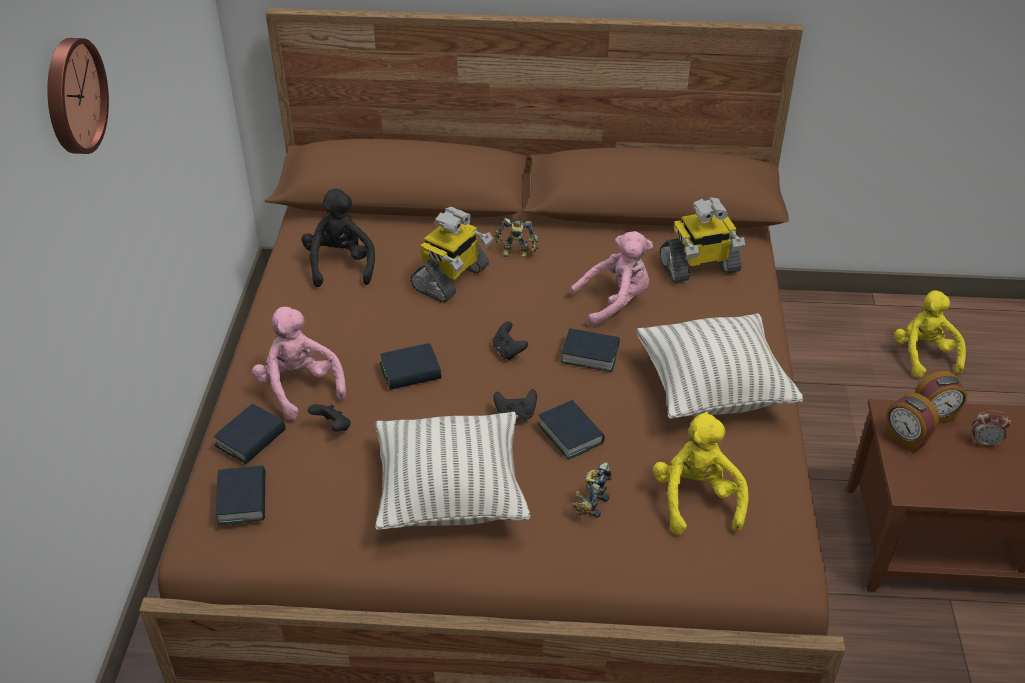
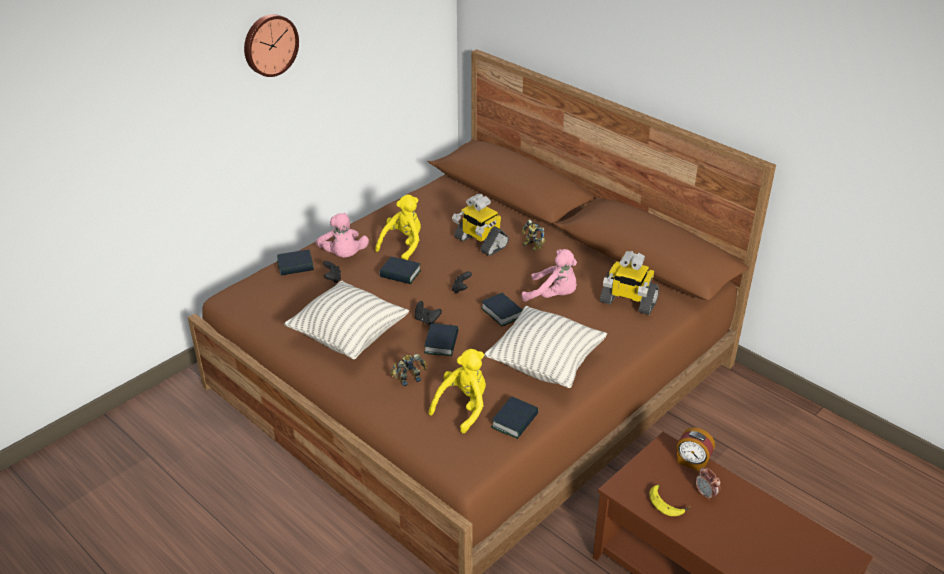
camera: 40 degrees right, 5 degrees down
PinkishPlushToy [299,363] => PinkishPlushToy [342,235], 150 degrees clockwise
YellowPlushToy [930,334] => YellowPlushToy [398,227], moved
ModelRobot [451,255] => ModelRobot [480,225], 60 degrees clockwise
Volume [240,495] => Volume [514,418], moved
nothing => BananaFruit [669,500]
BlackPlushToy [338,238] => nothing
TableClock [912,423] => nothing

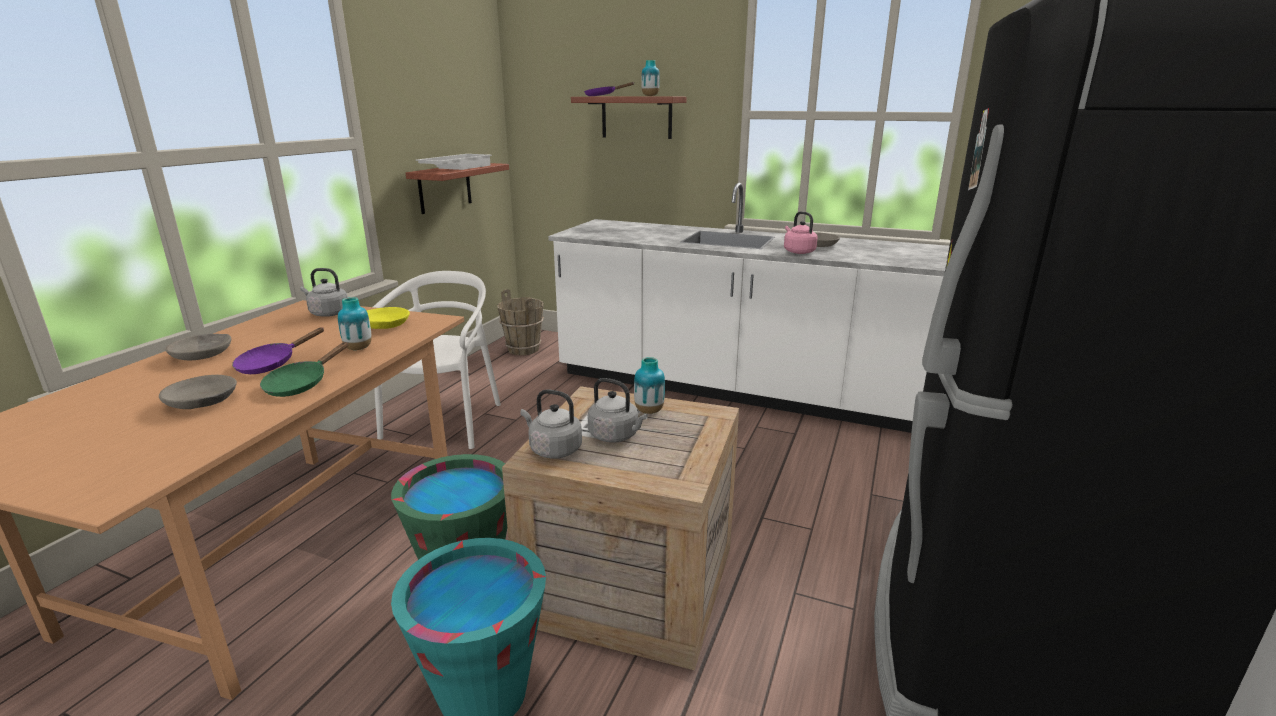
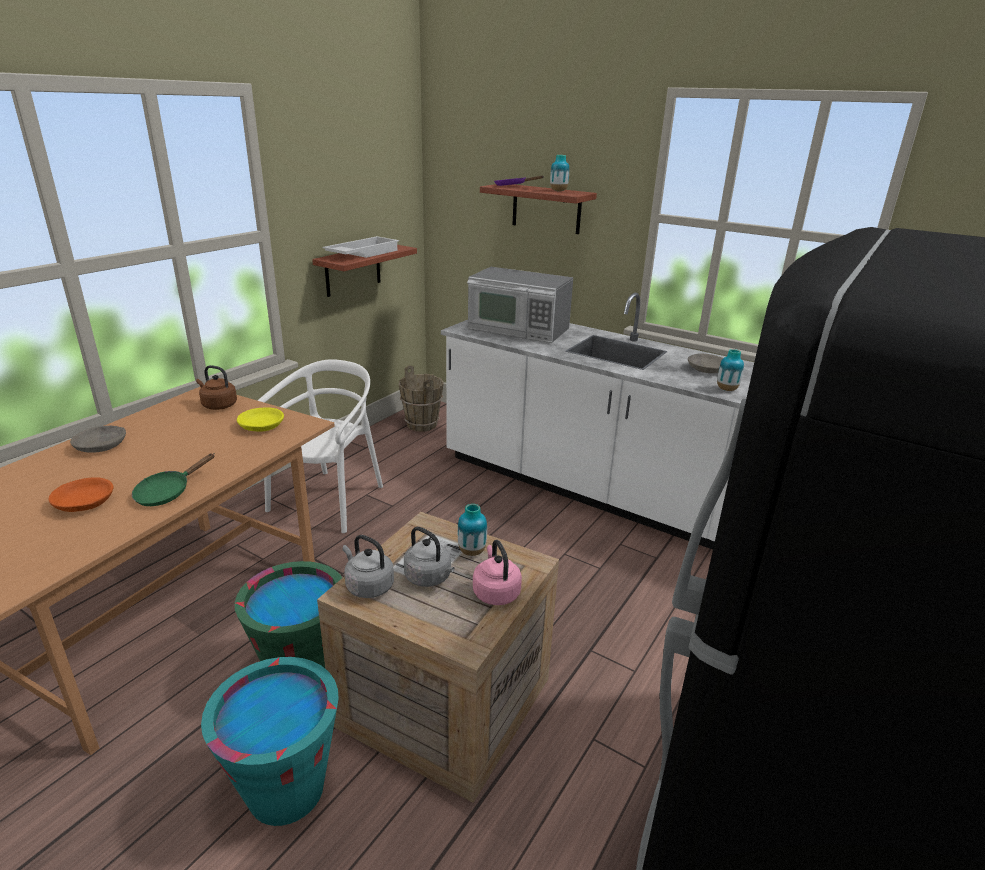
camera: 10 degrees right, 5 degrees up
GreyishBowl [198,392] => OrangeBowl [81,494]
GreyishKettle [324,292] => BrownKettle [216,387]
nothing => KitchenMicrowave [520,305]
PinkishKettle [801,232] => PinkishKettle [497,572], moved
FlowerVase [355,323] => FlowerVase [730,370], moved
PurpleSkillet [278,350] => nothing

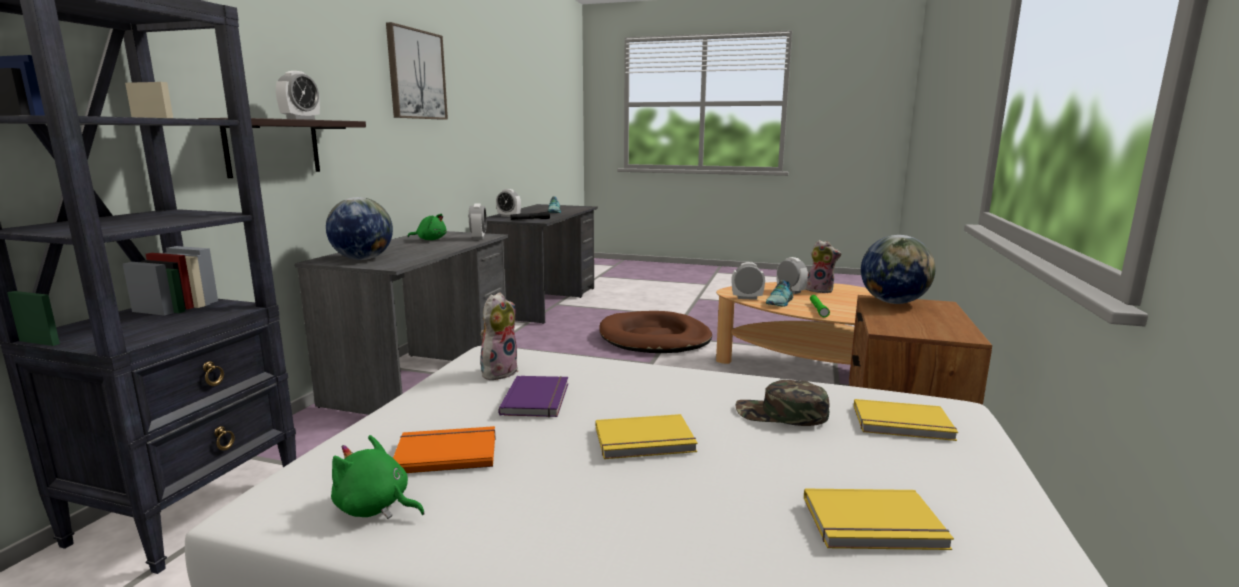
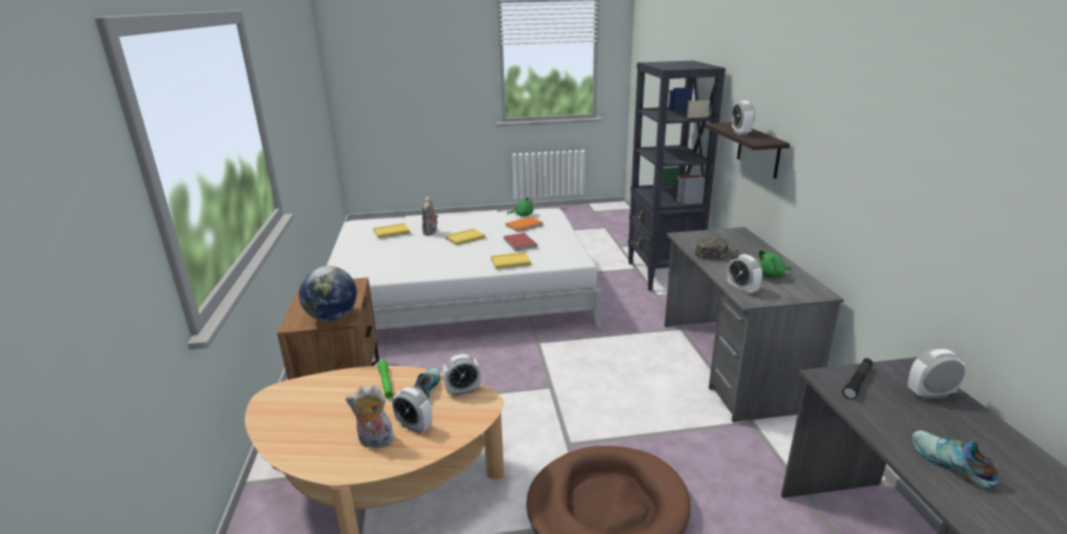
camera: 155 degrees right, 10 degrees up
PlushToy [499,336] => PlushToy [430,216], moved
YellowVolume [906,420] => YellowVolume [511,260], moved
PurpleVolume [533,396] => ReddishVolume [520,242]
GreenColouredPeakedCap [782,403] => GreenColouredPeakedCap [718,249], moved
Globe [359,228] => nothing
WallPicture [417,71] => nothing

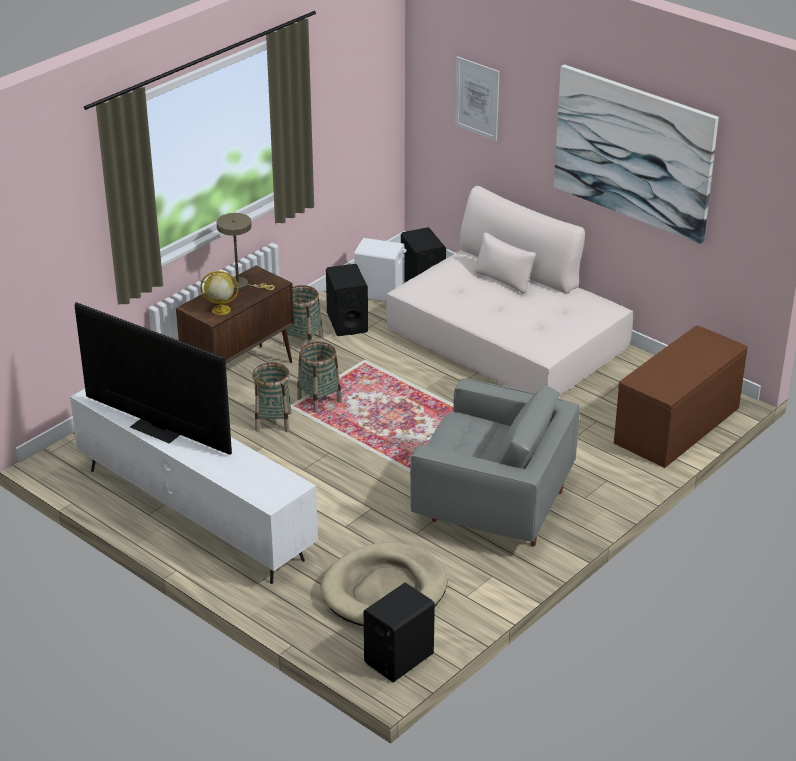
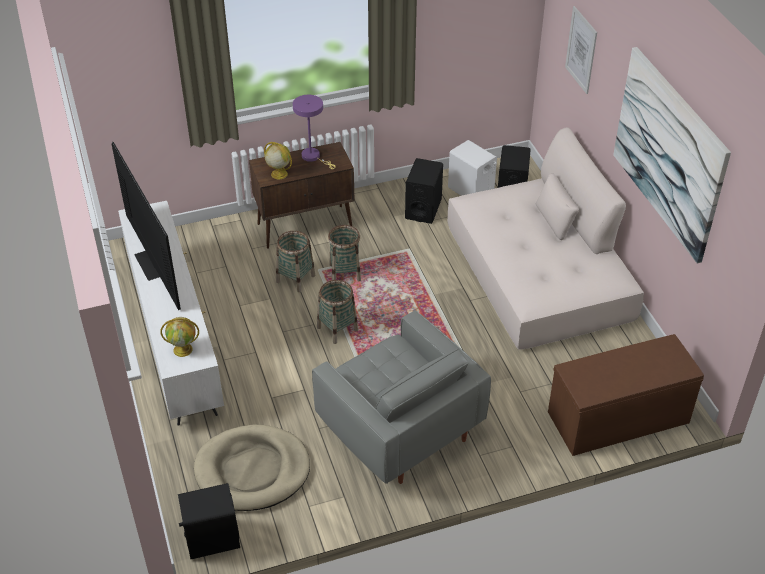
camera: 30 degrees right, 10 degrees up
nothing => Globe [179,337]
BeigeLampForATable [245,252] => PurpleLampForATable [314,132]
StorageBasket [303,316] => StorageBasket [337,312], moved

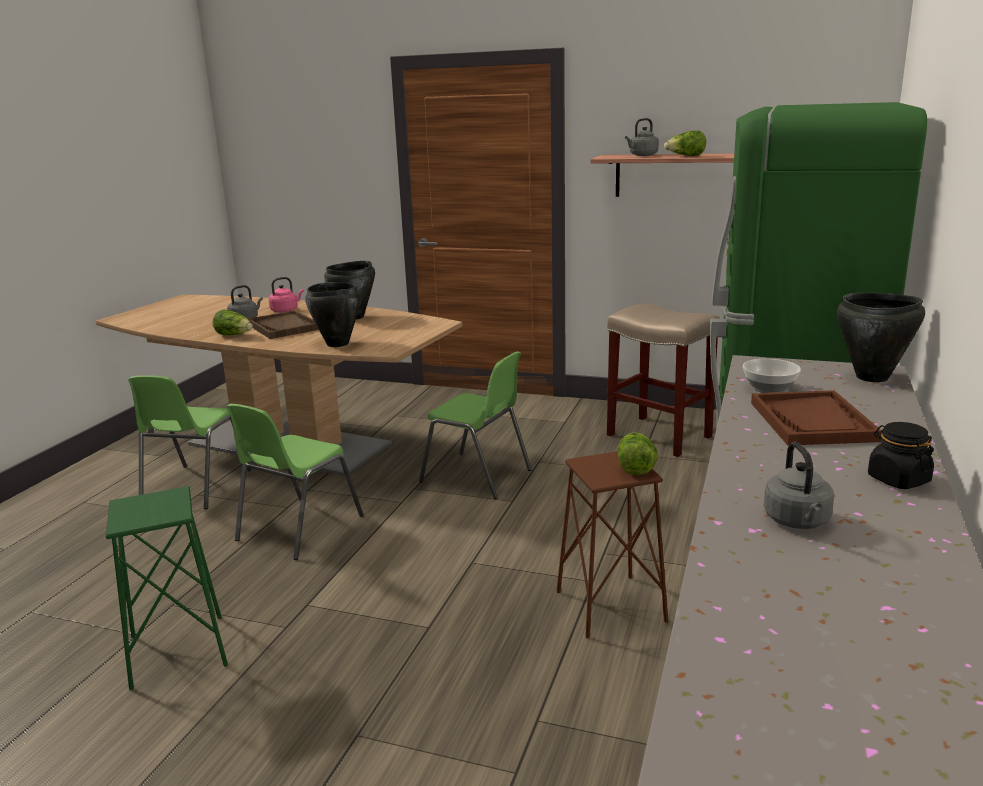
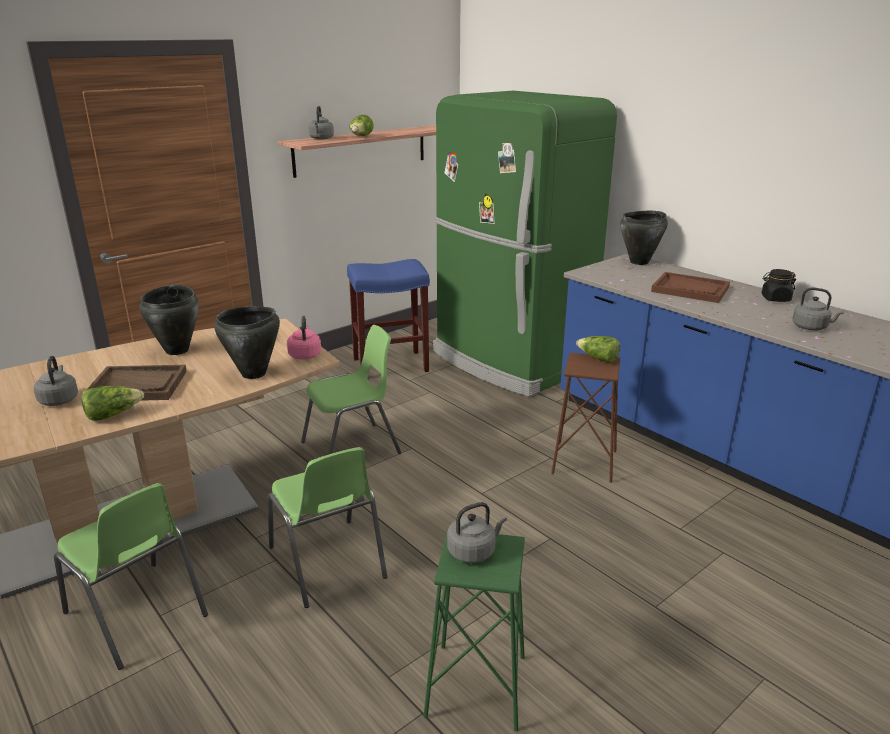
camera: 60 degrees left, 5 degrees up
PinkishKettle [286,295] => PinkishKettle [304,338], moved
BeigeStoolSeat [663,380] => BlueColouredStoolSeat [388,315]
nothing => GreyishKettle [477,532]
Bowl [772,376] => nothing

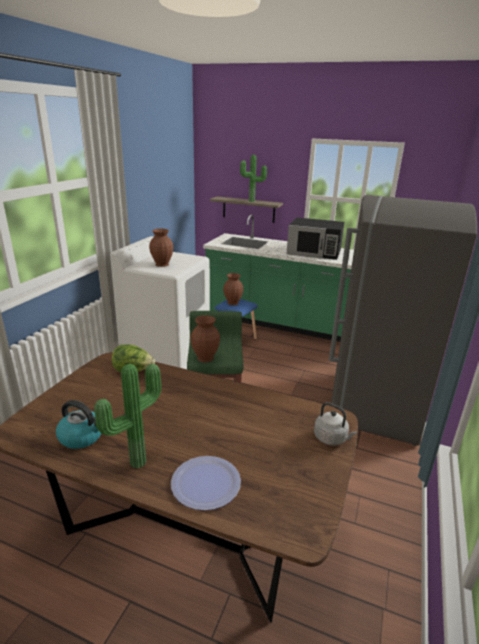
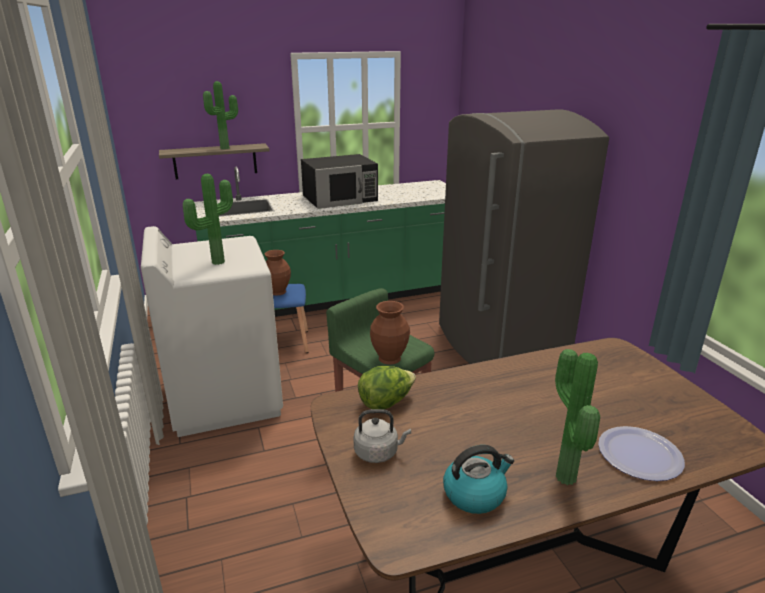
camera: 40 degrees left, 0 degrees up
BrownFlowerVase [161,248] => Houseplant [208,219]
GreyishKettle [335,424] => GreyishKettle [382,436], moved

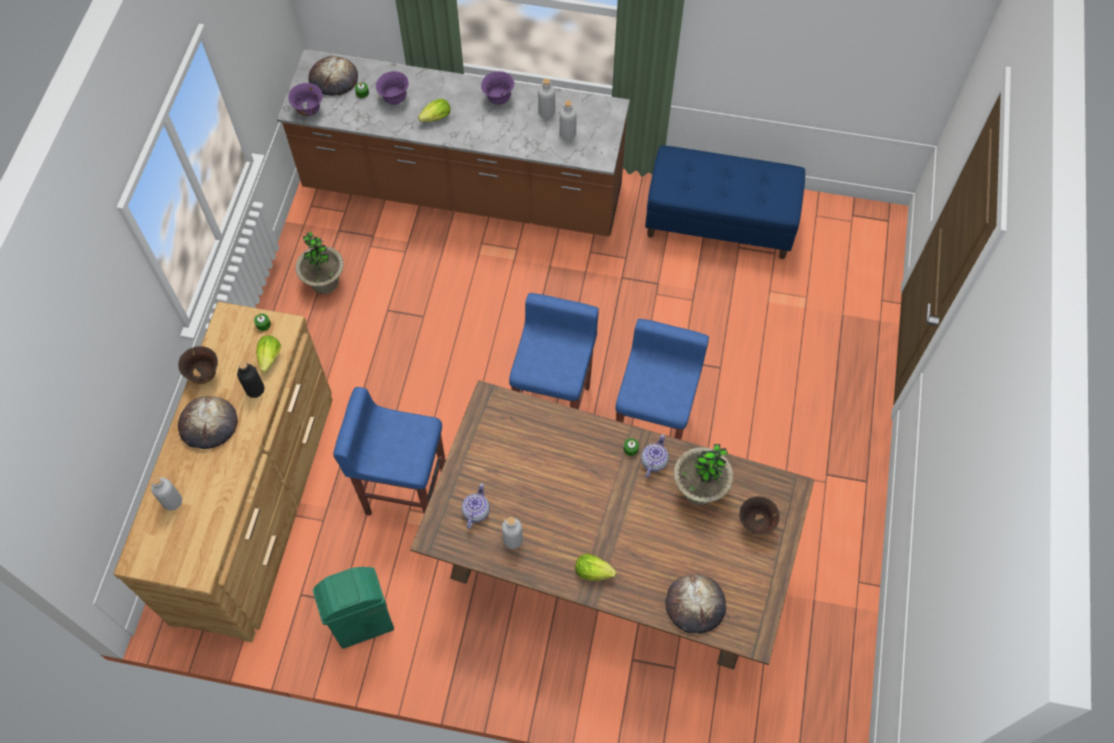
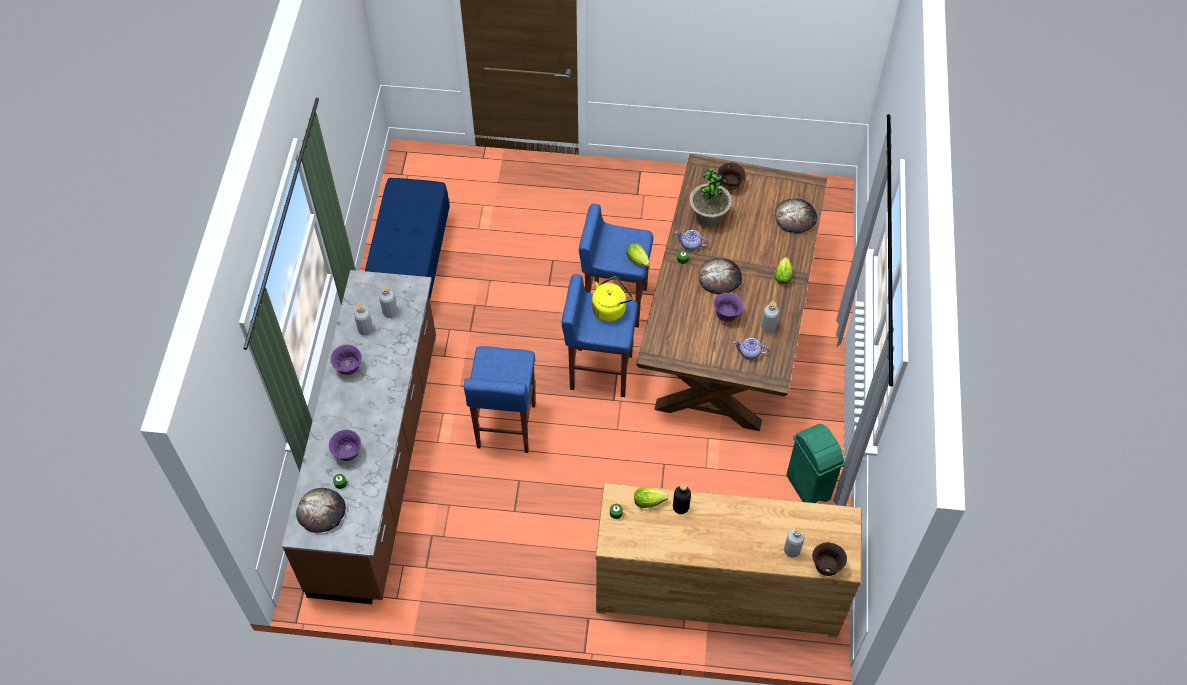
camera: 95 degrees left, 5 degrees down
BlueColouredStoolSeat [389,451] => BlueColouredStoolSeat [499,399], moved
nothing => YellowKettle [612,299]
HeadOfLettuce [434,110] => HeadOfLettuce [638,255], moved
Bread [208,423] => Bread [720,276], moved
PurpleBowl [305,99] => PurpleBowl [728,307], moved
BrownBowl [198,365] => BrownBowl [829,559], moved
Houseplant [319,263] => nothing

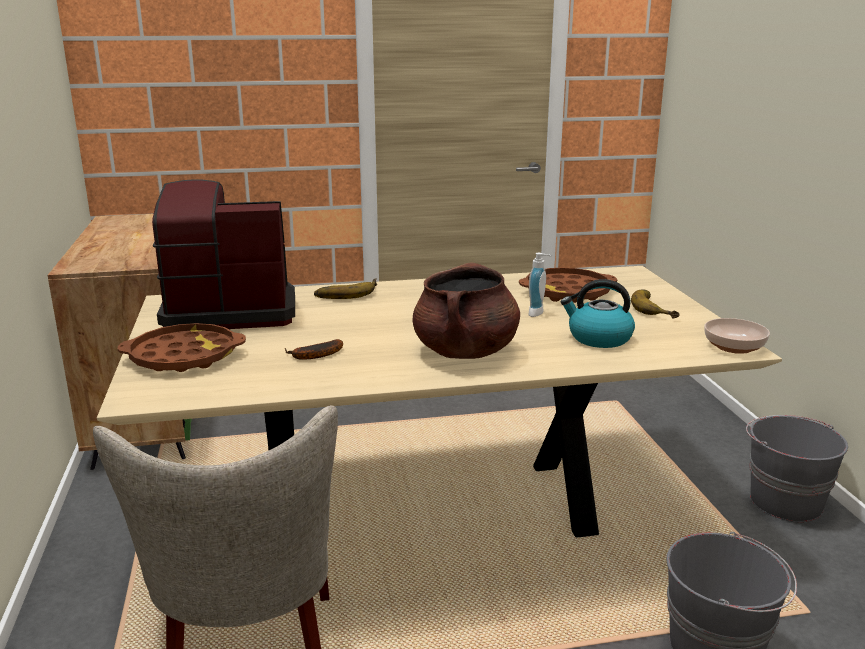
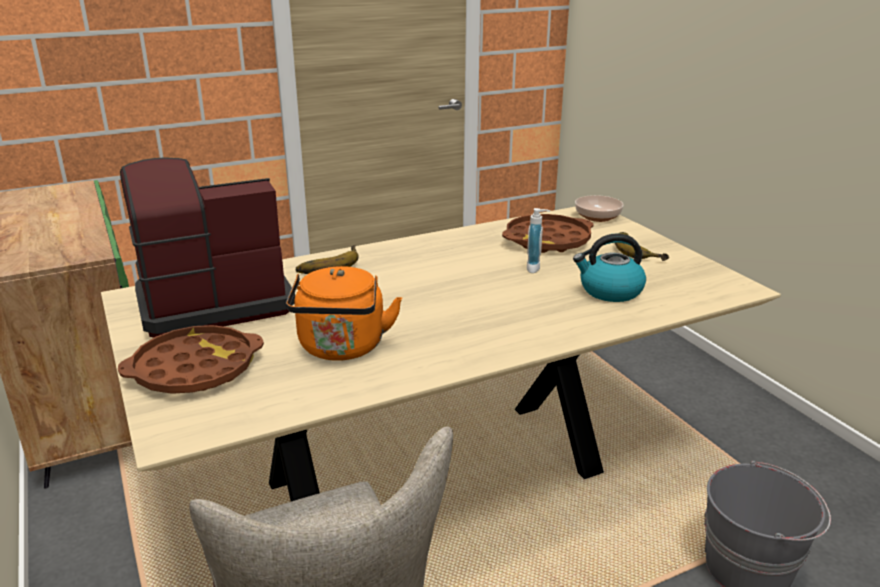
camera: 15 degrees left, 5 degrees up
BananaFruit [314,349] => OrangeKettle [344,313]
Bowl [737,336] => Bowl [599,208], moved
BrownCookingPot [466,310] => nothing
GreyishPail [797,469] => nothing

